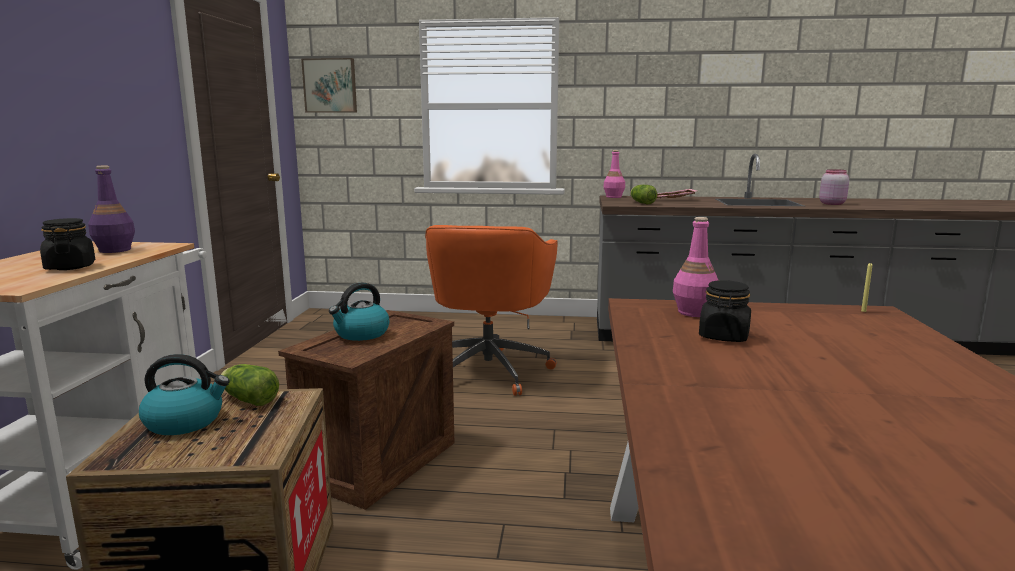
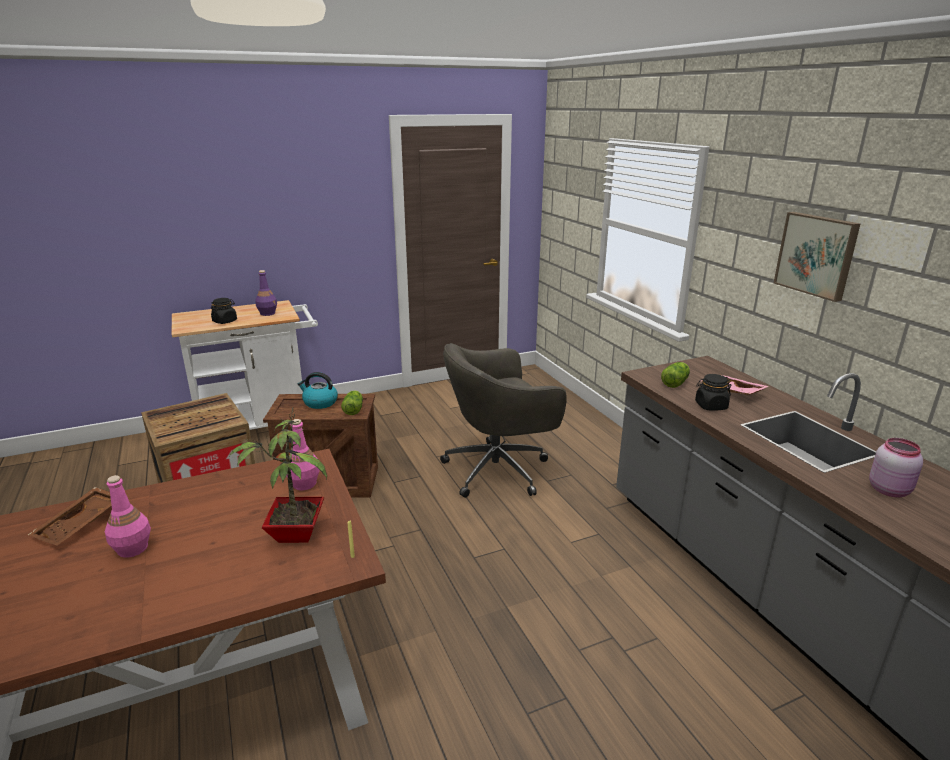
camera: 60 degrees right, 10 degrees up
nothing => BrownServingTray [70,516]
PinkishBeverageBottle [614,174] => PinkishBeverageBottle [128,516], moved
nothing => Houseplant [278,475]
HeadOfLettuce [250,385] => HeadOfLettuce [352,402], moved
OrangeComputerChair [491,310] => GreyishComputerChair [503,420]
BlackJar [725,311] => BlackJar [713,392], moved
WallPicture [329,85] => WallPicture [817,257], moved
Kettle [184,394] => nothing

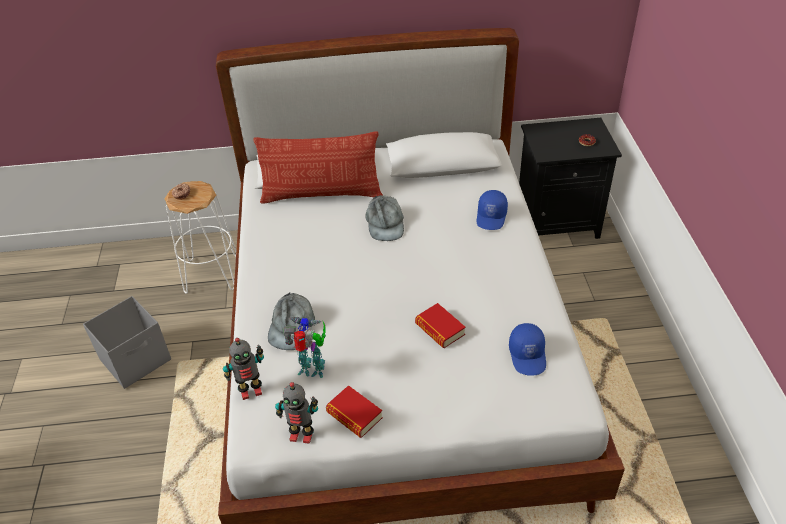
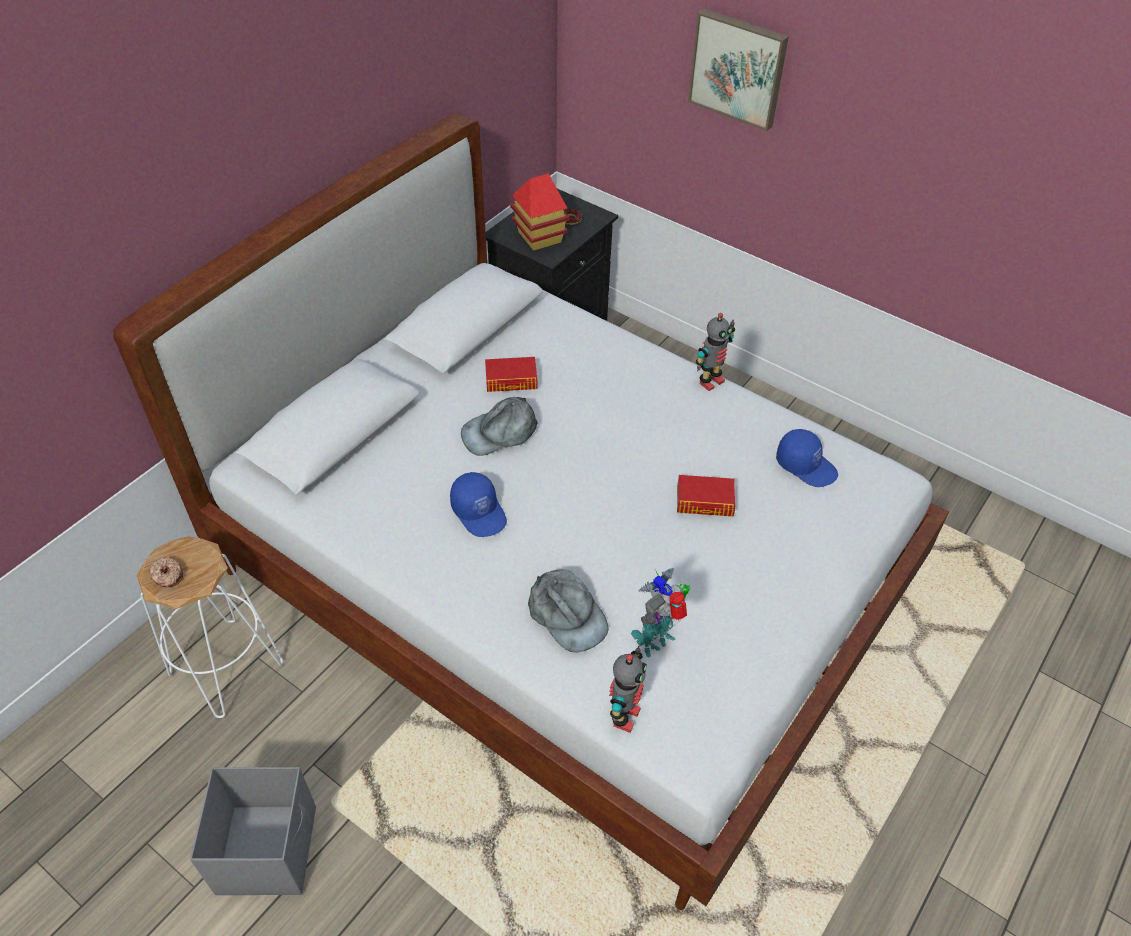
camera: 50 degrees left, 5 degrees up
BlueColouredPeakedCap [492,210] => BlueColouredPeakedCap [478,504], moved
GreyishPeakedCap [384,218] => GreyishPeakedCap [499,426], 120 degrees clockwise
Volume [354,411] => Volume [511,374], moved
nothing => ToyHouse [539,212]
nothing => WallPicture [738,70]
ModelRobot [296,413] => ModelRobot [715,352], moved
ThrowPillow [318,167] => nothing

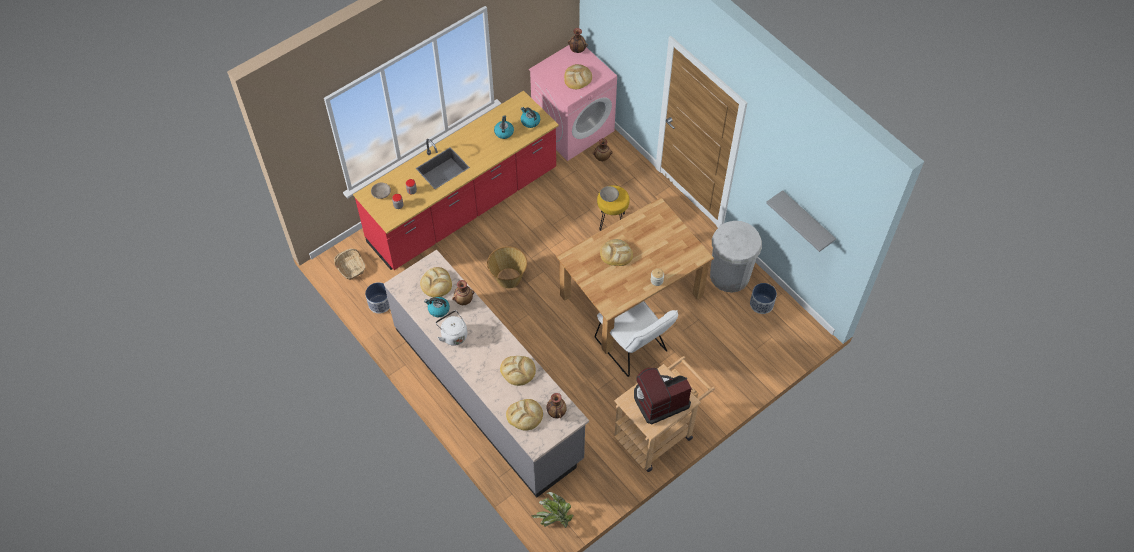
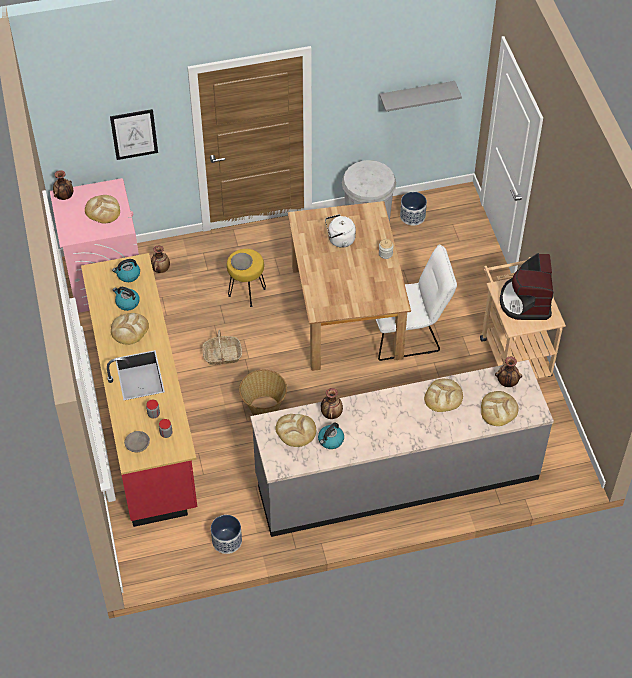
camera: 65 degrees left, 5 degrees down
nothing => WallPicture [134,134]
Bread [616,252] => Bread [130,329], moved
StorageBasket [349,264] => StorageBasket [222,347], moved
WhiteKettle [451,328] => WhiteKettle [340,231], moved
Houseplant [552,510] => nothing

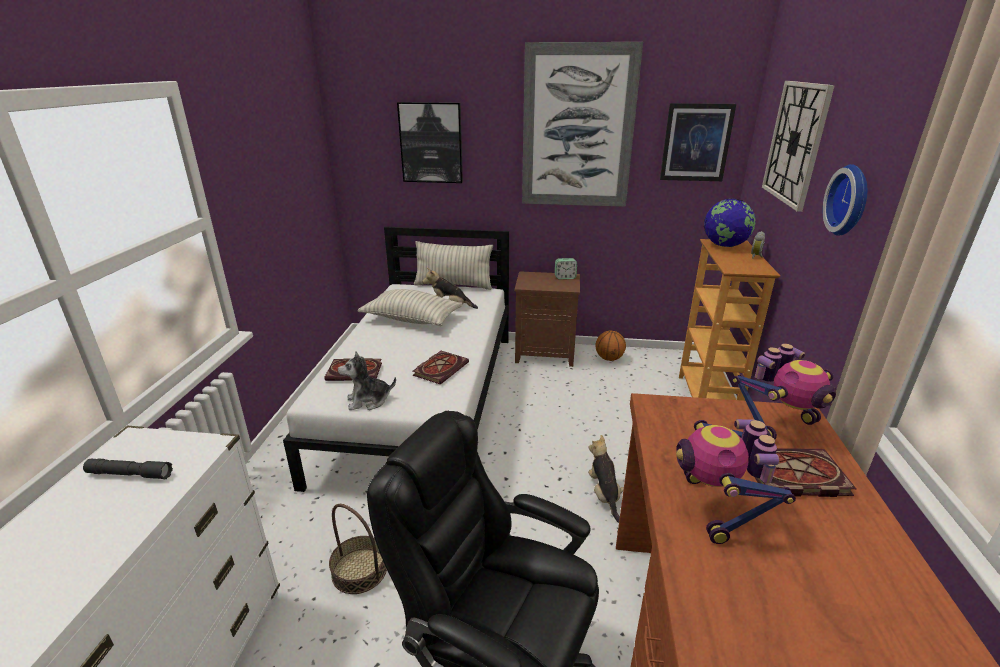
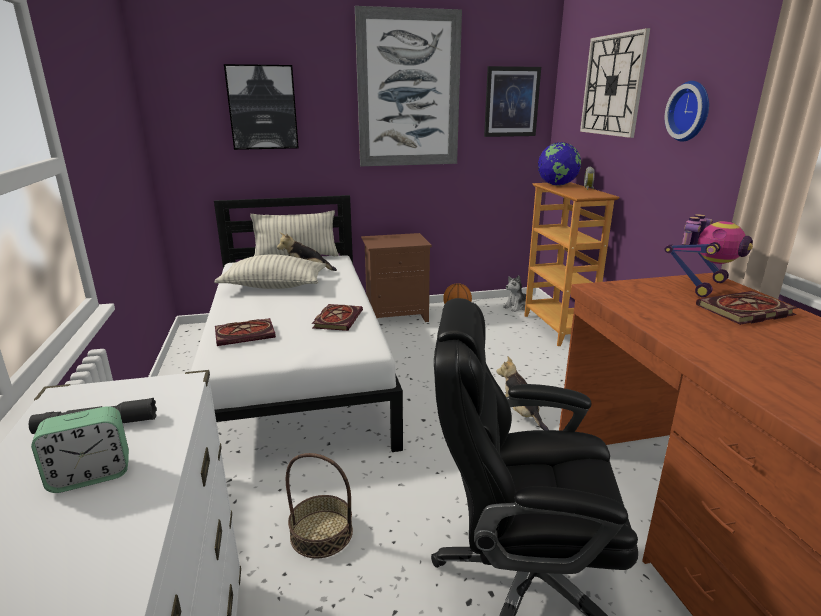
camera: 20 degrees left, 5 degrees down
TableClock [566,268] => TableClock [80,449], moved
PlushToy [367,380] => PlushToy [514,293], moved
ModelRobot [736,481] => nothing

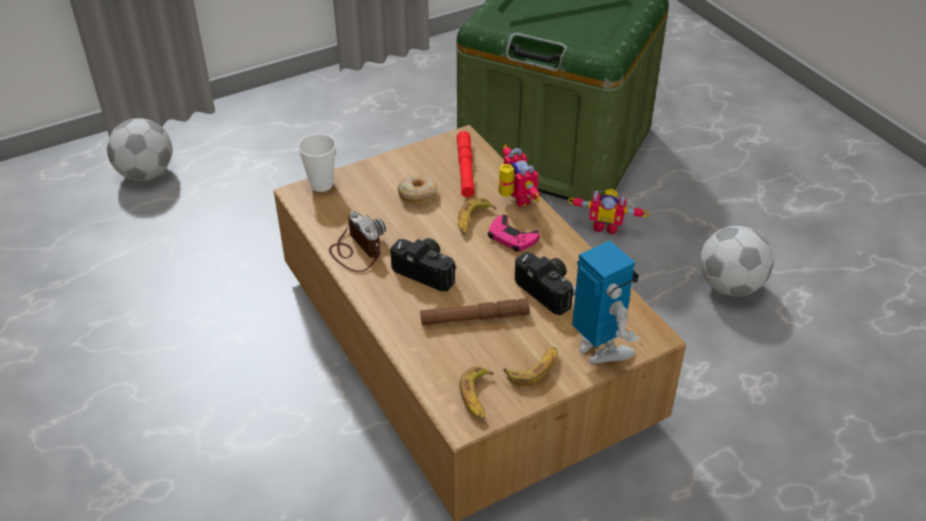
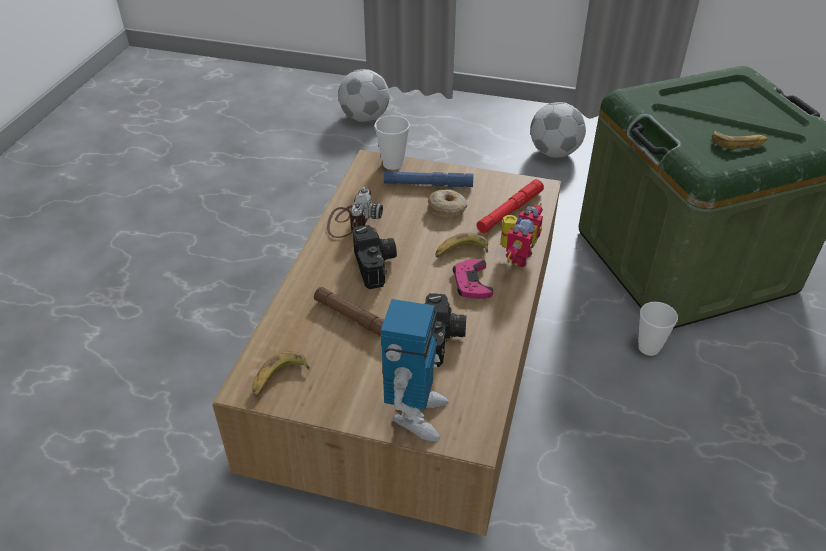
camera: 45 degrees right, 0 degrees up
nothing => BlueColouredTorch [428,179]
BallForFootball [736,261] => BallForFootball [558,130], moved
ModelRobot [608,212] => Cup [658,329]
BananaFruit [530,366] => BananaFruit [740,139], moved

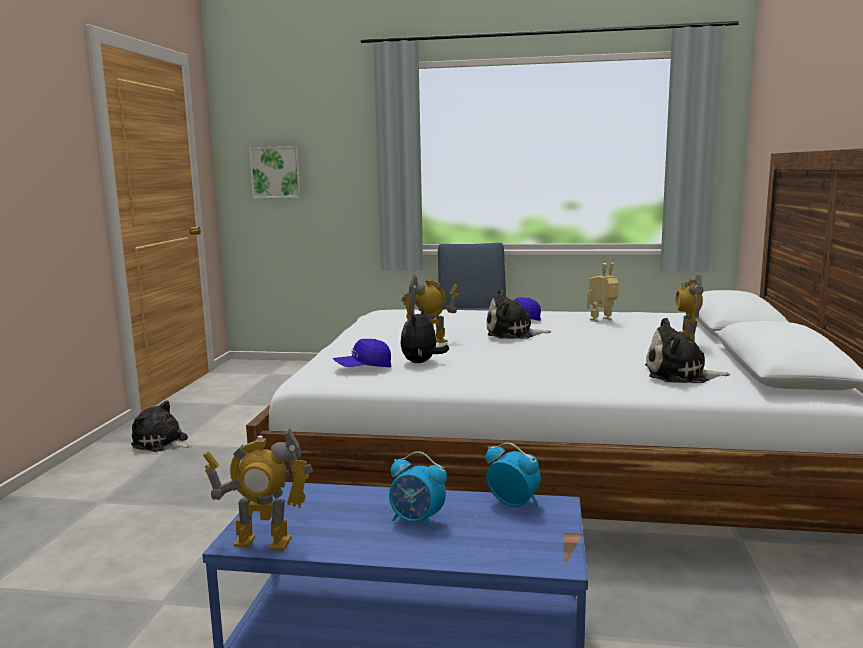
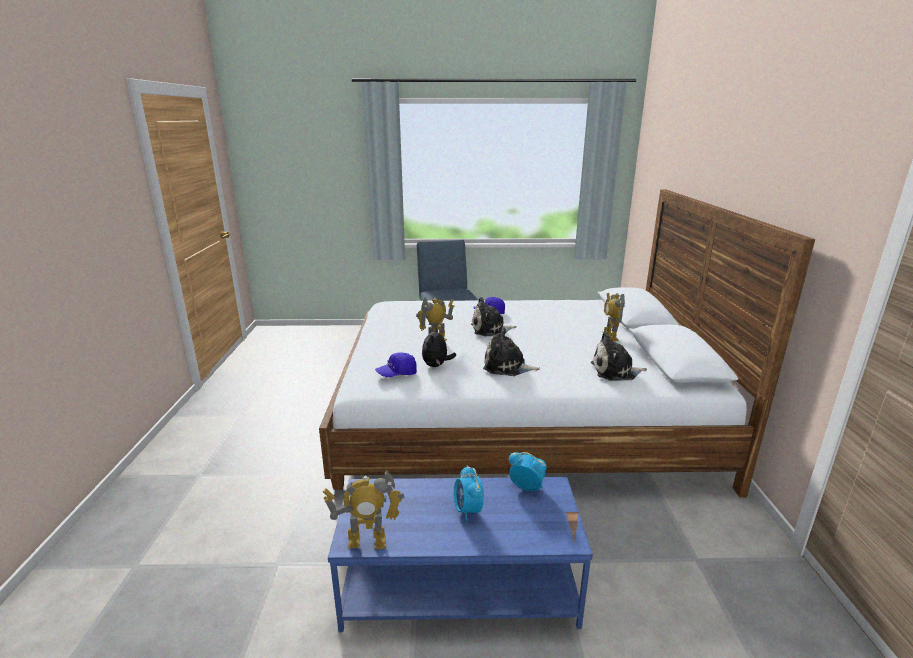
camera: 10 degrees left, 10 degrees up
TableClock [418,490] => TableClock [469,493], 60 degrees clockwise
PlushToy [161,426] => PlushToy [511,351], moved
WallPicture [275,172] => nothing
ModelRobot [603,292] => nothing

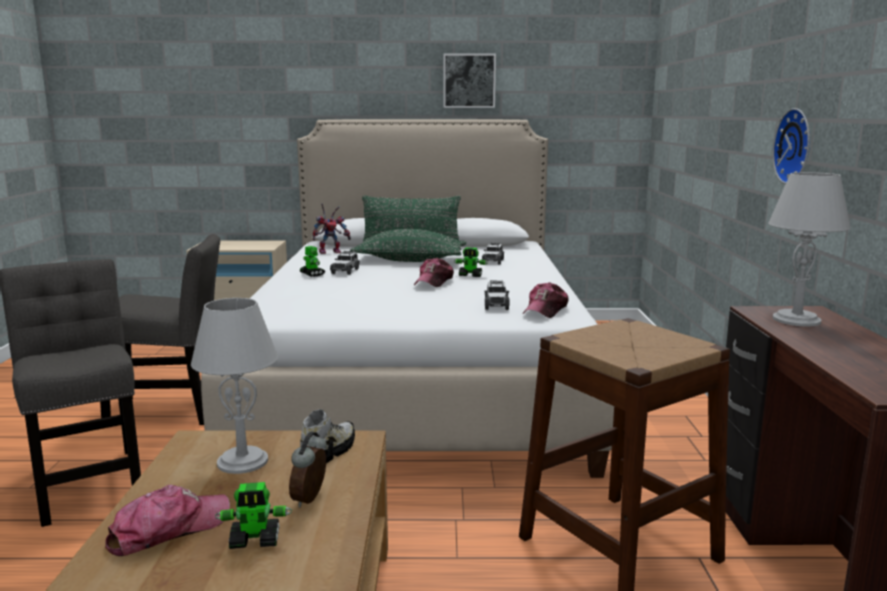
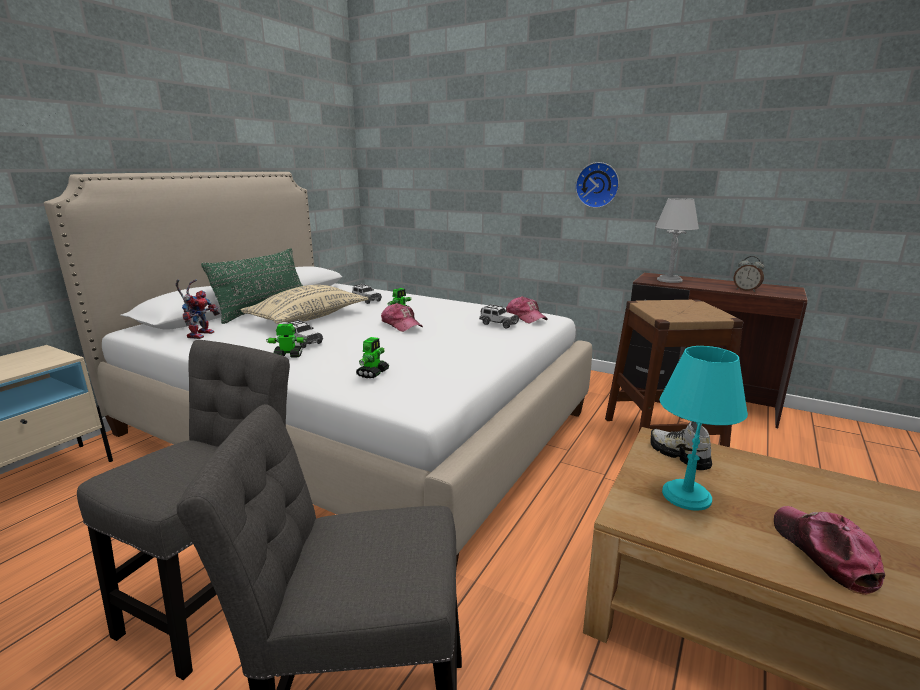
camera: 60 degrees left, 5 degrees up
GreenColouredThrowPillow [408,245] => BeigeThrowPillow [305,304]
ModelRobot [253,515] => ModelRobot [372,357], moved
GreyishLampForATable [234,386] => BlueGreenLampForATable [704,428]
TableClock [308,469] => TableClock [749,274], moved
WallPicture [470,81] => nothing

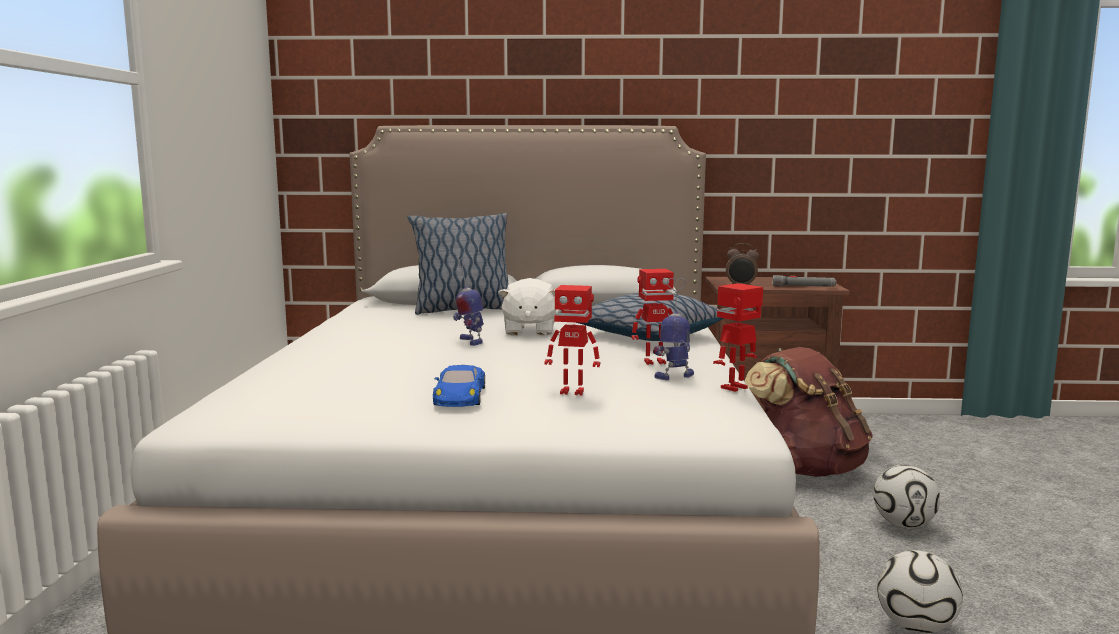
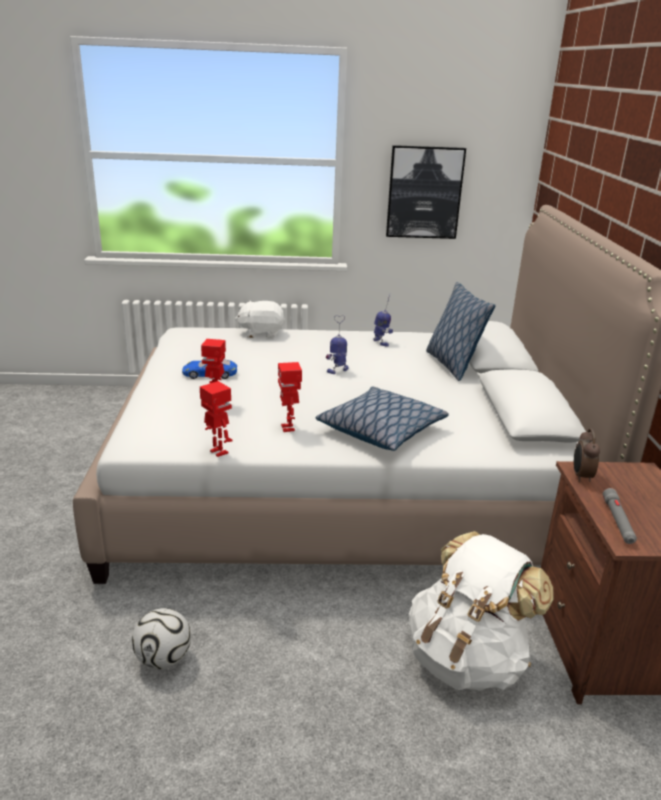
camera: 85 degrees right, 15 degrees up
WhitePlushToy [527,306] => WhitePlushToy [260,319], moved
ModelRobot [673,329] => ModelRobot [383,321], moved
nothing => WallPicture [426,192]
BrownRucksack [809,412] => WhiteRucksack [481,611]
BallForFootball [906,496] => nothing

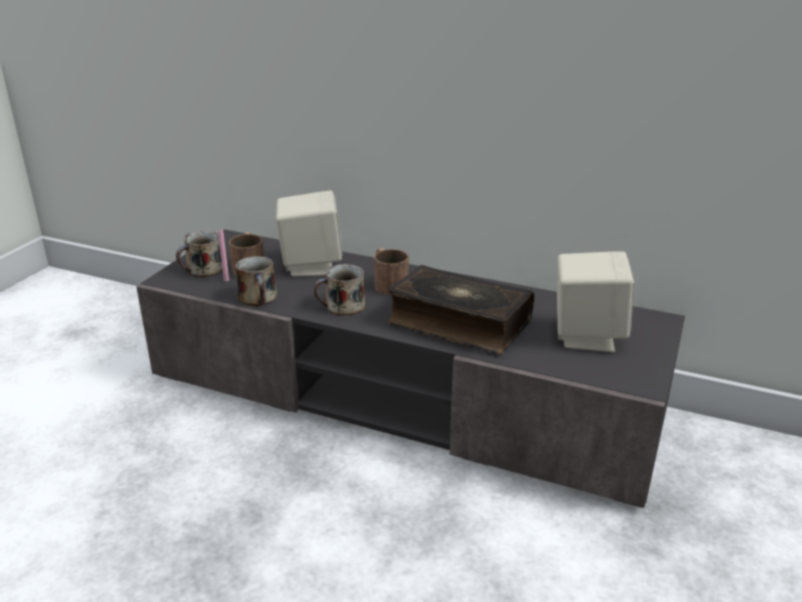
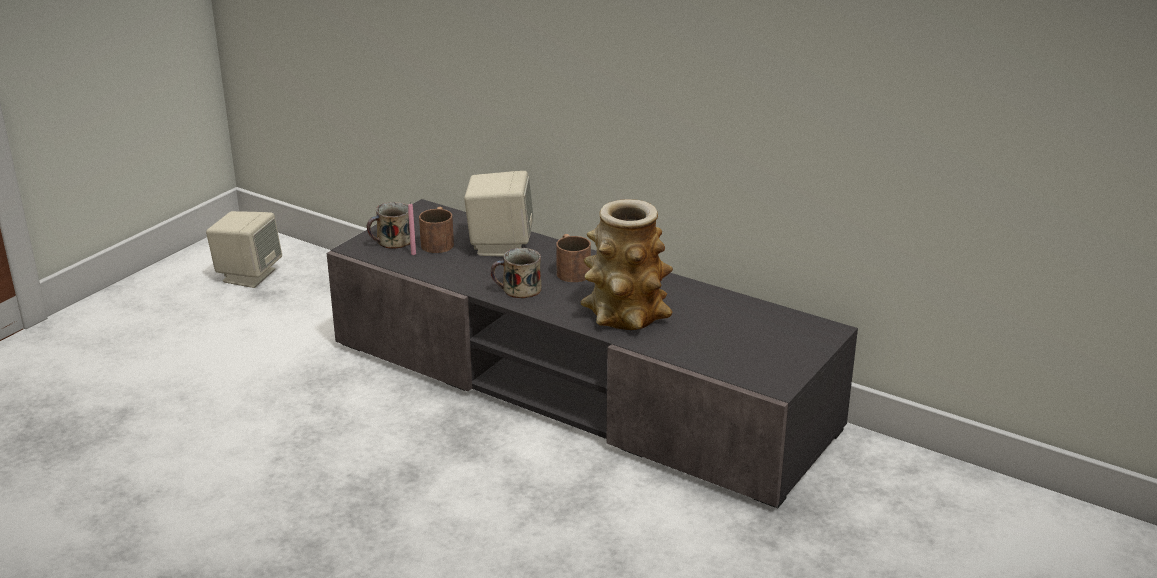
camera: 10 degrees right, 0 degrees up
BeigeSpeaker [595,301] => BeigeSpeaker [244,249], moved
Volume [460,309] => FlowerVase [627,264]
CoffeeMug [256,281] => nothing

